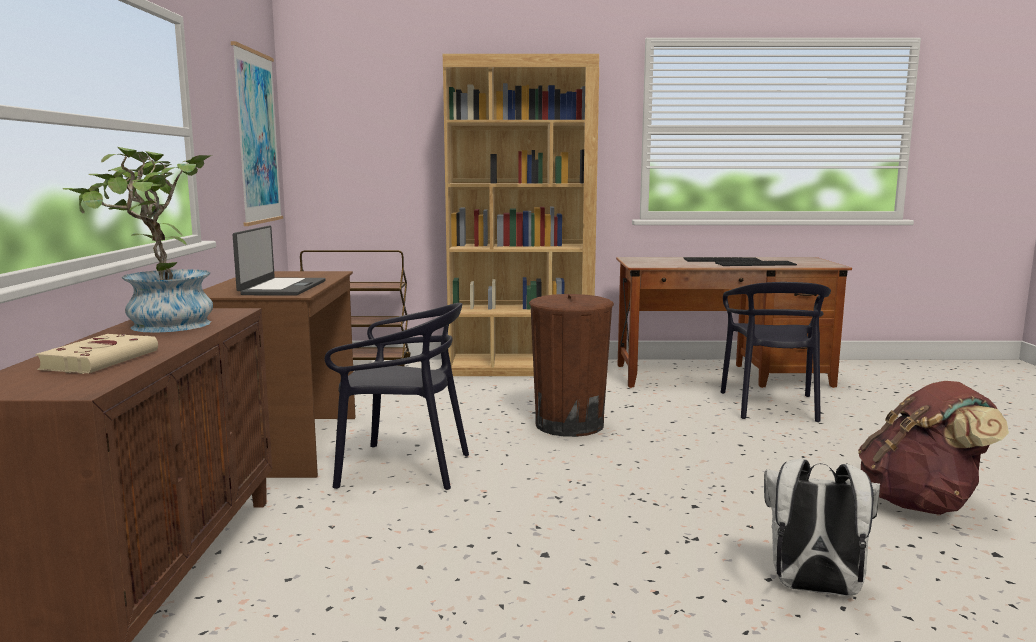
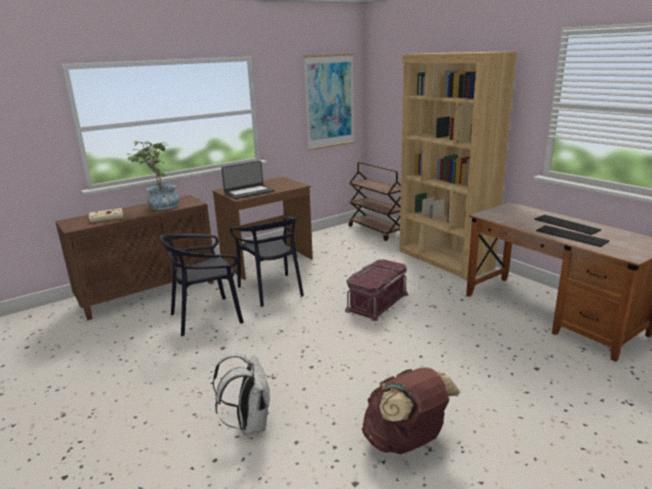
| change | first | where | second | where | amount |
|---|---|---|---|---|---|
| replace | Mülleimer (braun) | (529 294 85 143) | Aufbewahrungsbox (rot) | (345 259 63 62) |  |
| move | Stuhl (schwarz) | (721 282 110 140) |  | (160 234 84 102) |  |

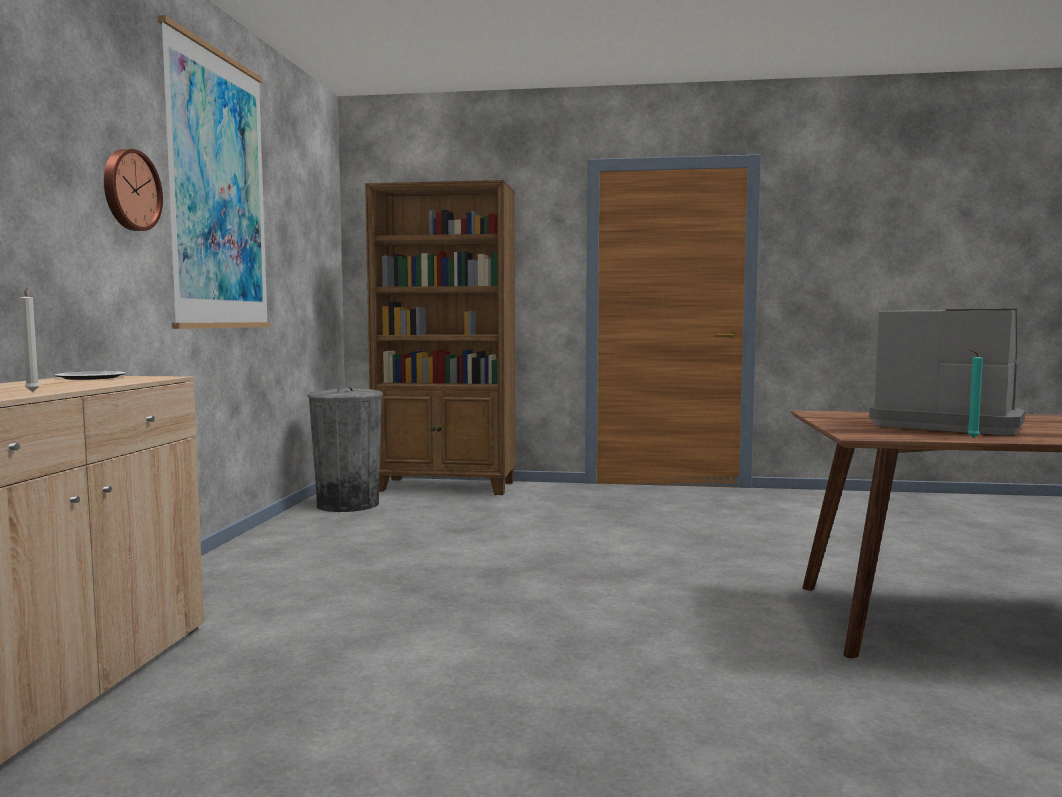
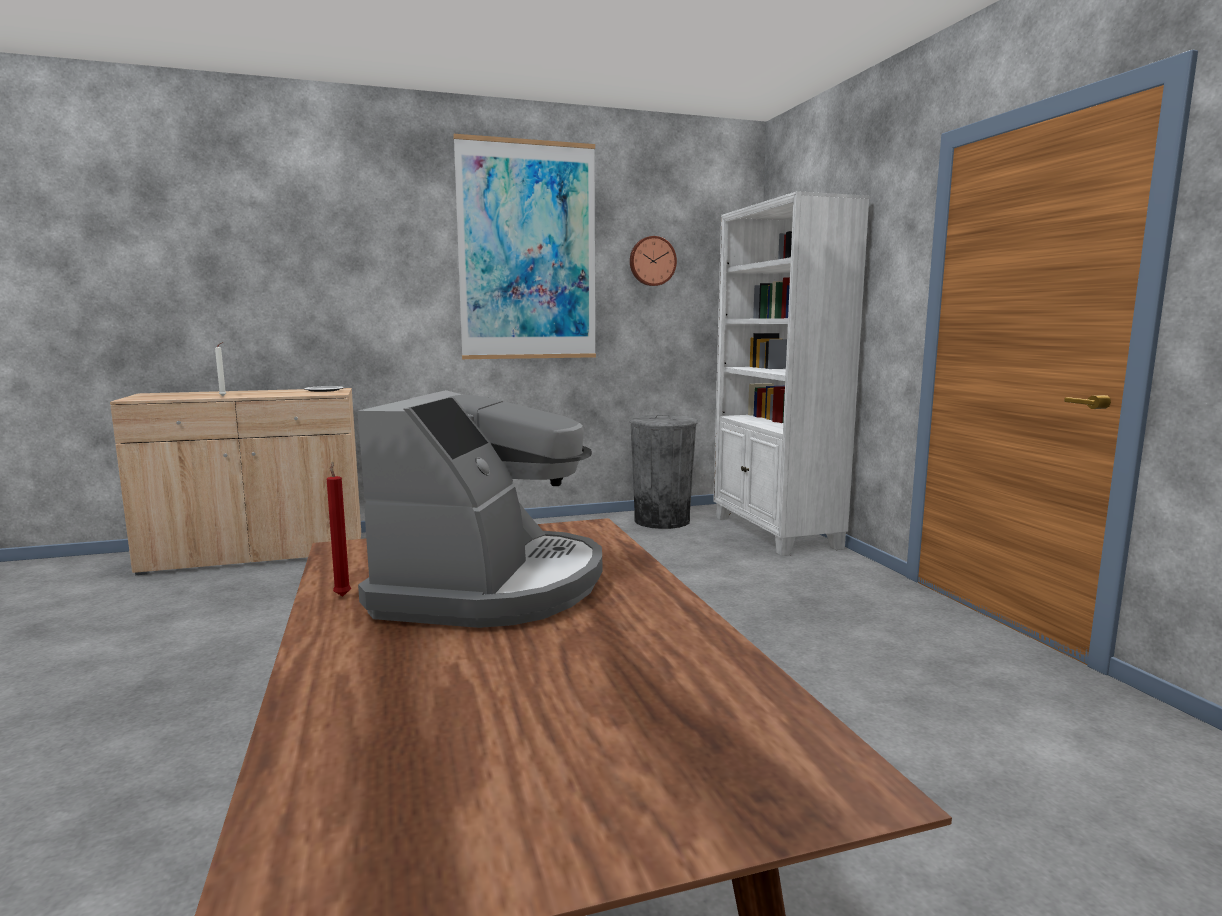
| change | first | where | second | where | amount |
|---|---|---|---|---|---|
| move | Wanduhr | (104 149 59 82) |  | (630 236 47 50) |  |
| recolor | Bücherregal (braun) | (365 180 150 315) | Bücherregal (weiß) | (713 191 157 365) |  |
| recolor | Kerze (türkis) | (967 349 16 89) | Kerze (rot) | (327 461 24 135) |  |

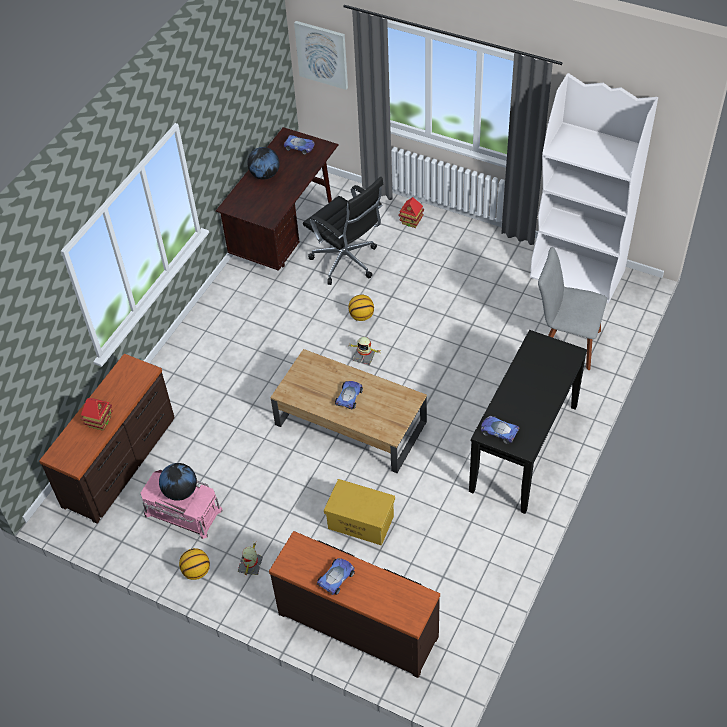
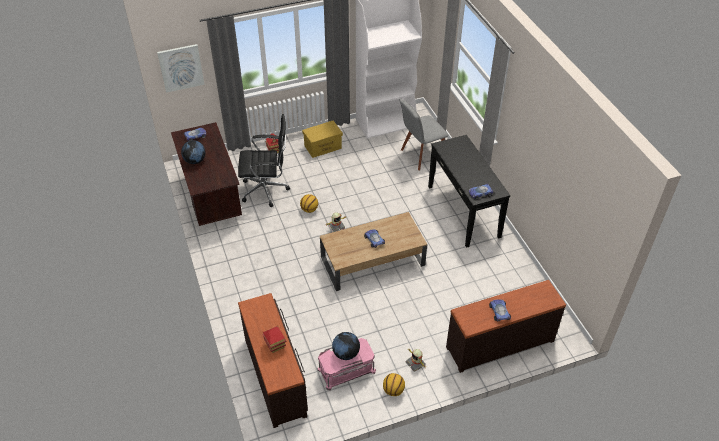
| change | first | where | second | where | amount |
|---|---|---|---|---|---|
| move | Aufbewahrungsbox (gelb) | (324 479 71 67) |  | (302 121 41 37) |  |

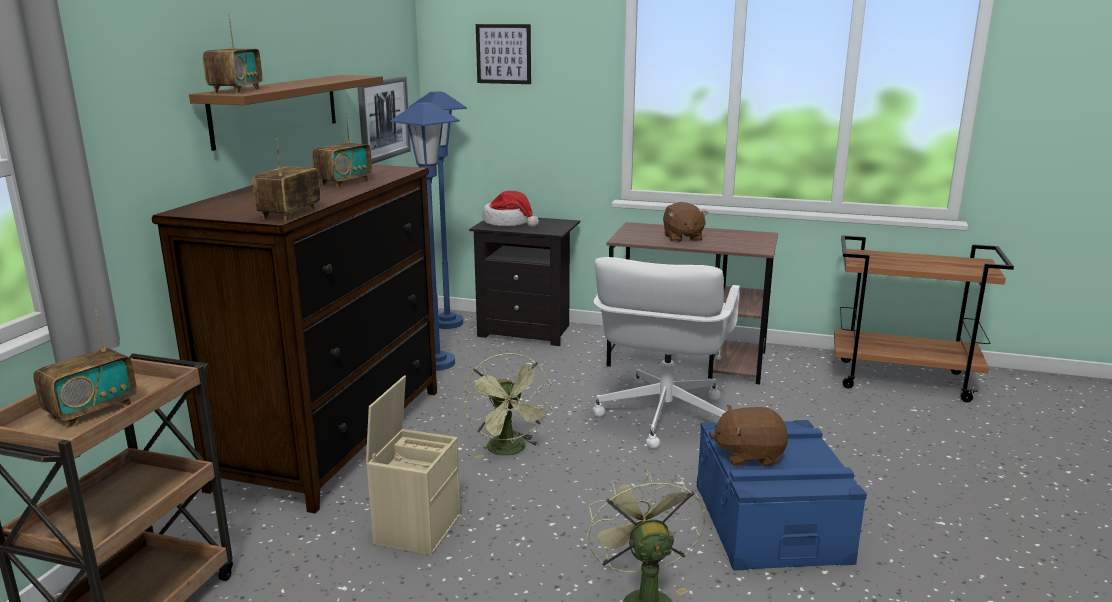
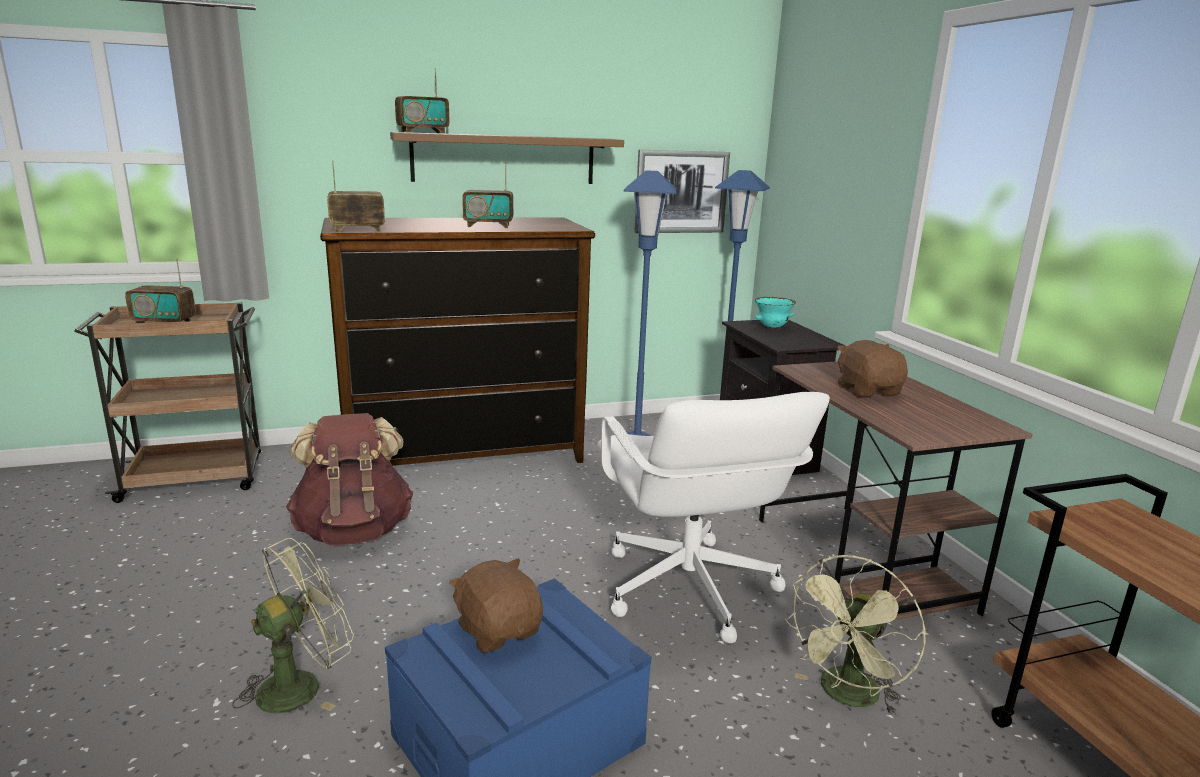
| change | first | where | second | where | amount |
|---|---|---|---|---|---|
| replace | Aufbewahrungsbox (beige) | (366 375 95 181) | Rucksack (braun) | (286 413 127 132) |  |
| move | Ventilator (grün) | (463 353 90 106) |  | (785 555 141 161) |  |
| delete | Bild | (476 24 55 60) |  |  |  |
| replace | Hut | (483 191 56 36) | Schüssel (türkis) | (755 297 41 32) |  |
| rotate | Bürostuhl (weiß) | (593 257 147 192) |  | (597 392 233 252) | 90 degrees counterclockwise |
| rotate | Plüschtier (braun) | (663 202 45 41) |  | (837 340 71 58) | 120 degrees clockwise |

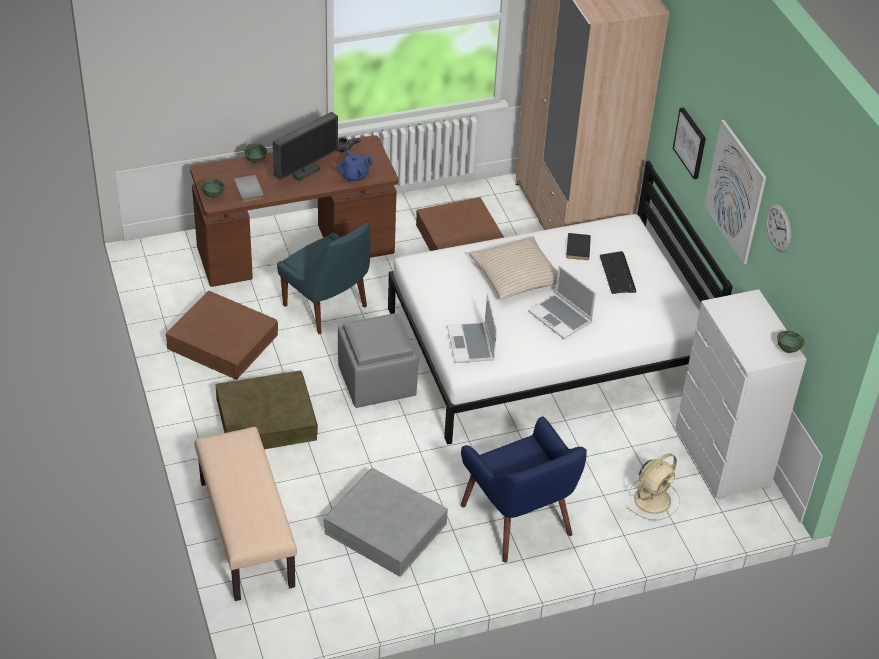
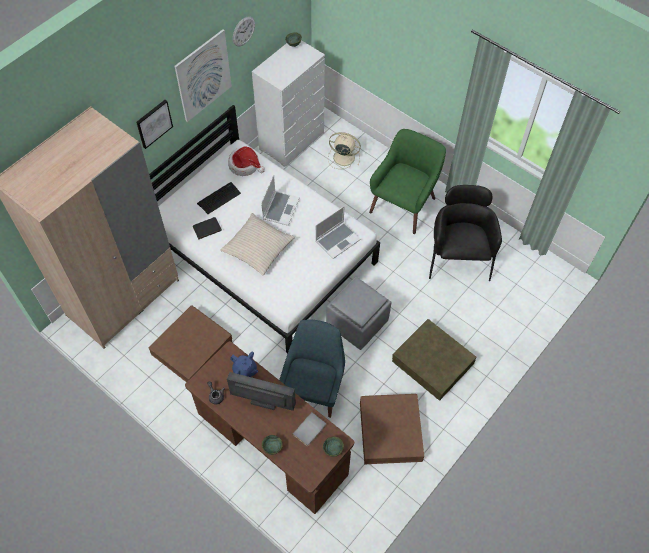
| change | first | where | second | where | amount |
|---|---|---|---|---|---|
| delete | Bank (beige) | (194 427 103 174) |  |  |  |
| replace | Aufbewahrungsbox (grau) | (323 468 125 109) | Sessel (schwarz) | (429 185 73 96) |  |
| recolor | Sessel (blau) | (461 416 126 147) | Sessel (grün) | (369 129 77 105) |  |
| insert |  |  | Hut | (228 146 37 30) |  |

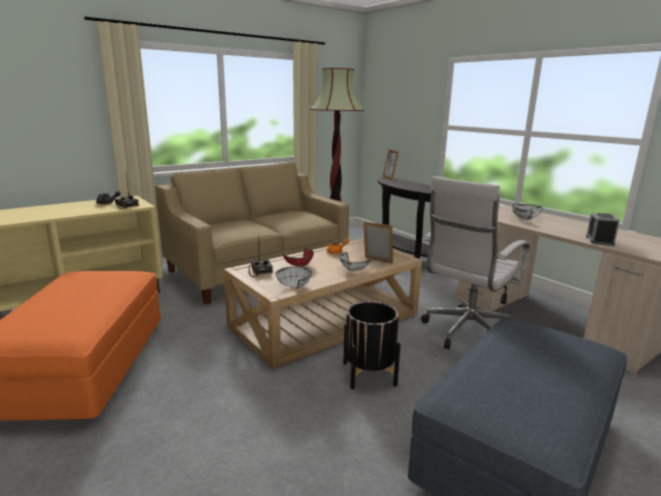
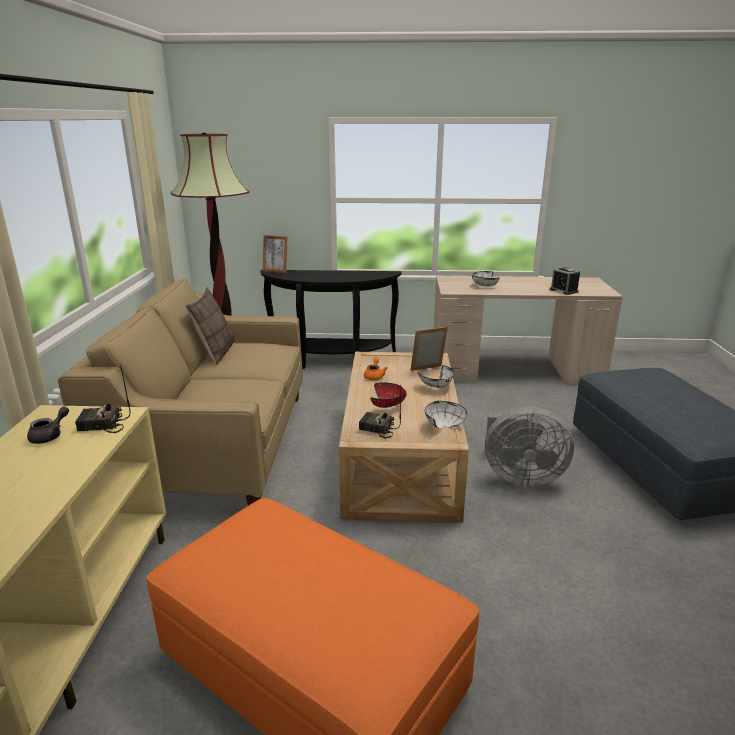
| change | first | where | second | where | amount |
|---|---|---|---|---|---|
| replace | Pflanzkübel (schwarz) | (343 301 58 88) | Ventilator (grau) | (485 407 89 79) |  |
| delete | Bürostuhl (weiß) | (421 176 109 173) |  |  |  |
| insert |  |  | Kissen | (185 287 50 78) |  |

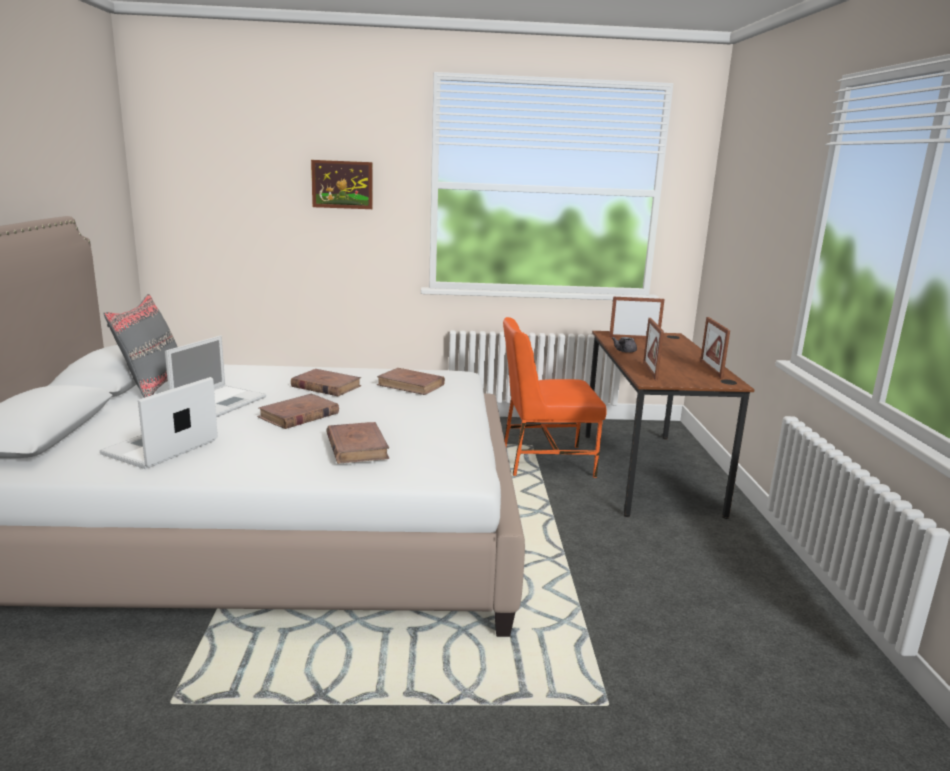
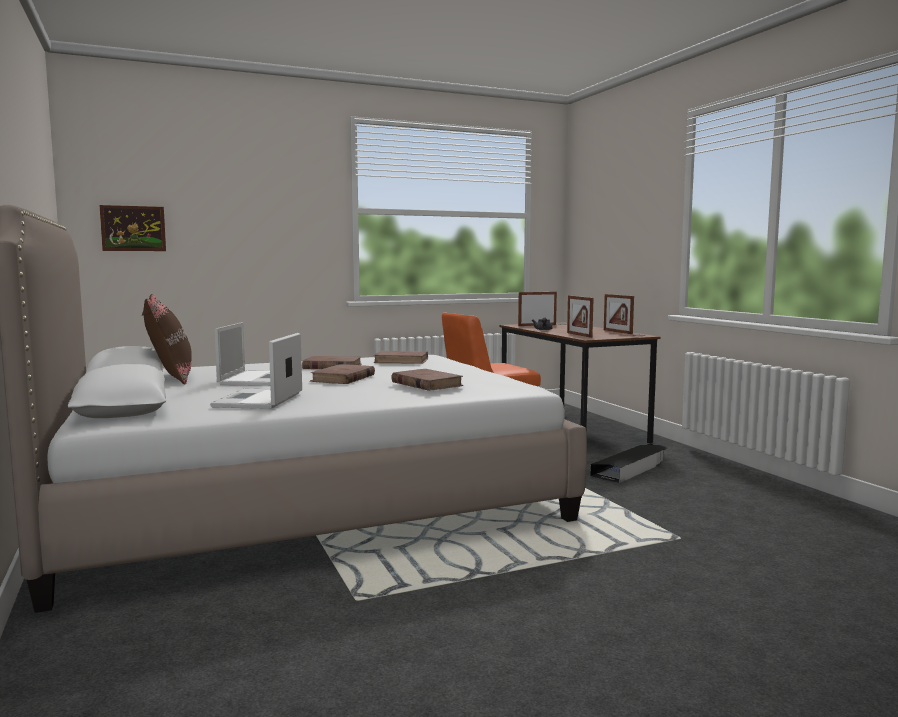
| change | first | where | second | where | amount |
|---|---|---|---|---|---|
| recolor | Kissen (grau) | (104 294 73 104) | Kissen (braun) | (142 294 50 91) |  |
| move | Bild | (311 160 62 49) |  | (99 205 67 46) |  |
| insert |  |  | Aufbewahrungsbox (schwarz) | (590 445 77 38) |  |

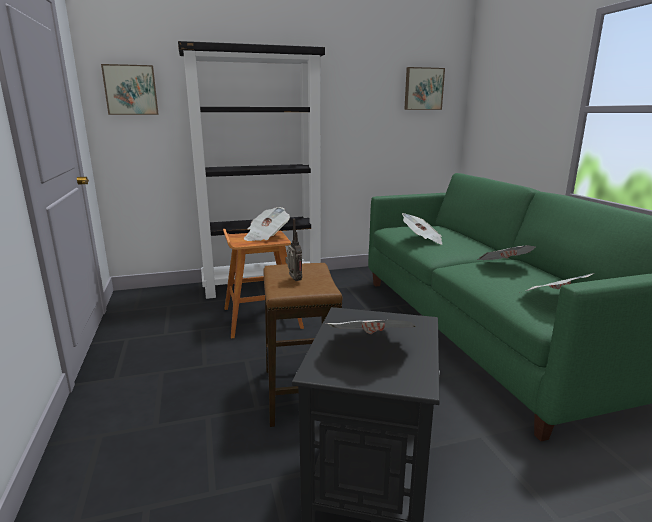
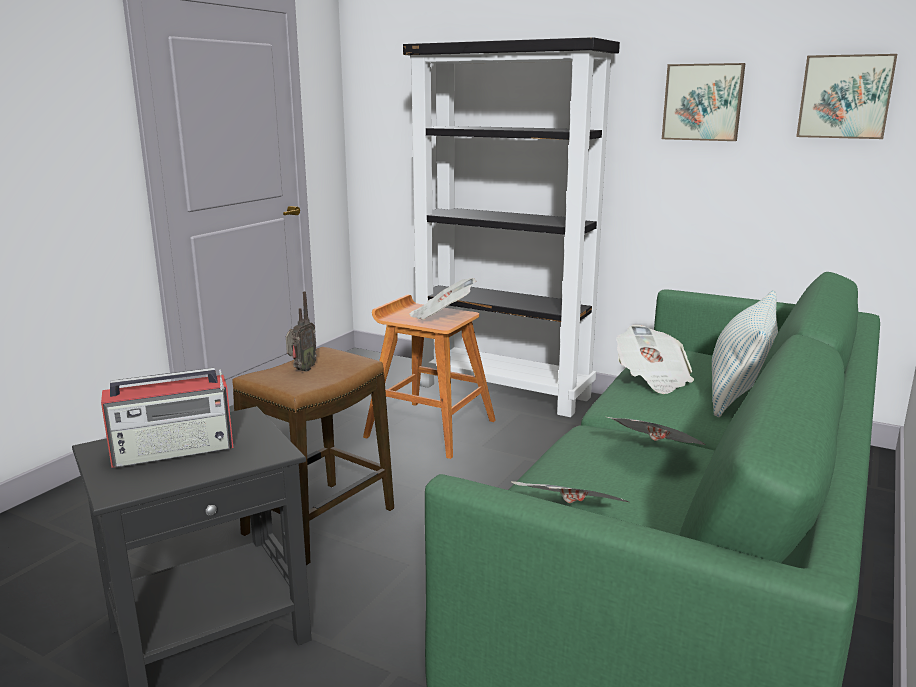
| change | first | where | second | where | amount |
|---|---|---|---|---|---|
| move | Bild | (101 64 58 51) |  | (662 63 84 78) |  |
| replace | Zeitung | (326 320 90 14) | Radio | (101 368 132 100) |  |
| insert |  |  | Kissen | (712 290 66 127) |  |

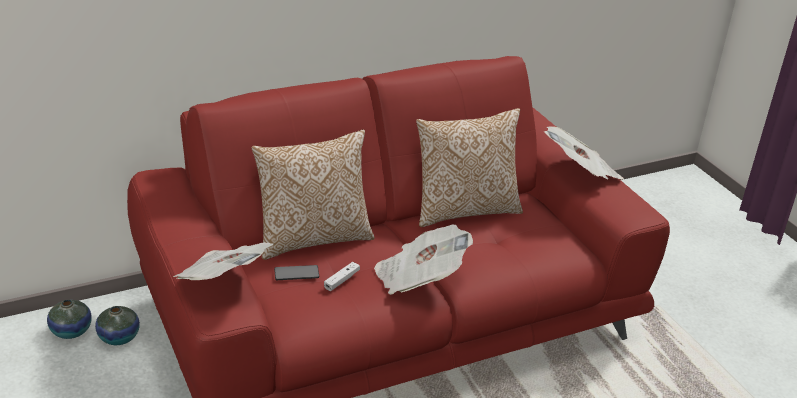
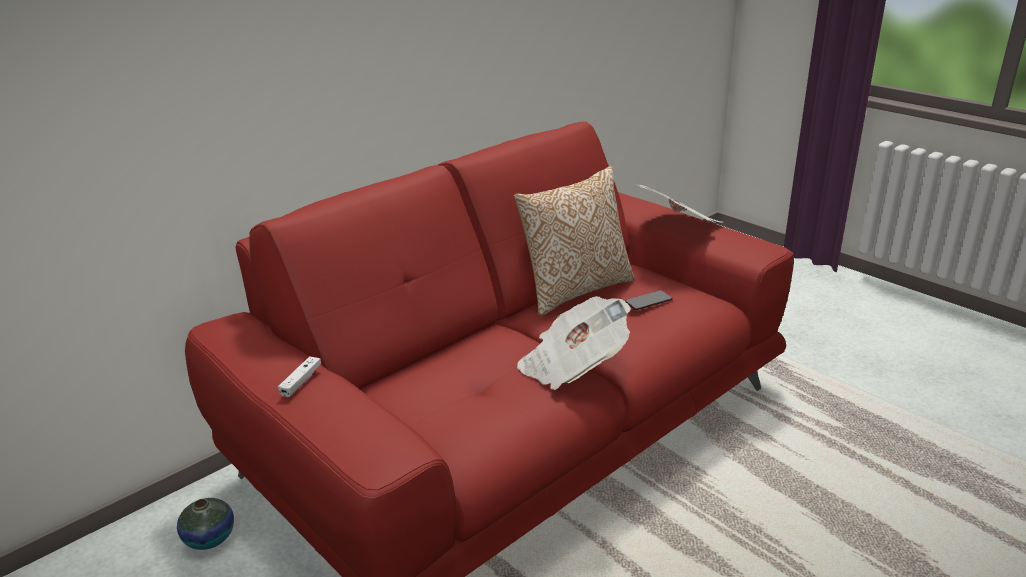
| change | first | where | second | where | amount |
|---|---|---|---|---|---|
| delete | Vase | (47 300 45 39) |  |  |  |
| delete | Zeitung | (173 242 101 38) |  |  |  |
| delete | Kissen | (251 130 124 130) |  |  |  |
| move | Handy | (274 265 45 15) |  | (625 290 48 20) |  |
| move | Gamepad (weiß) | (324 262 36 29) |  | (278 356 43 41) |  |

